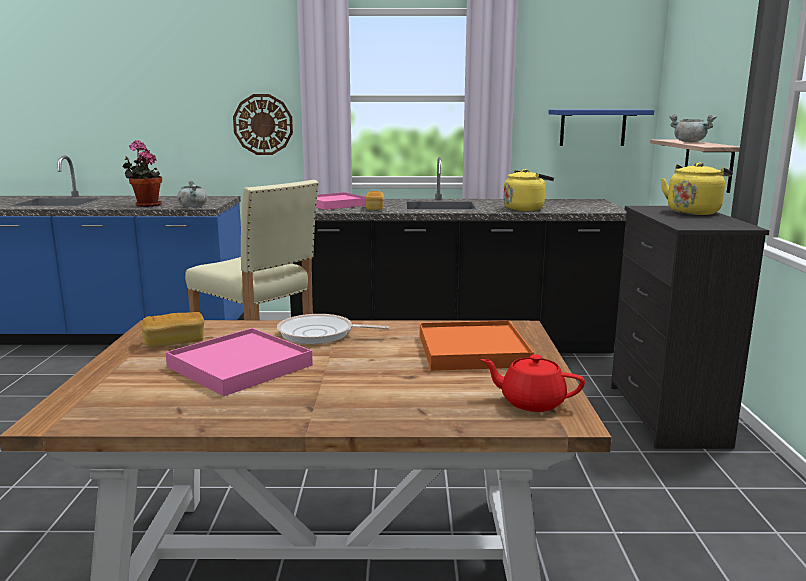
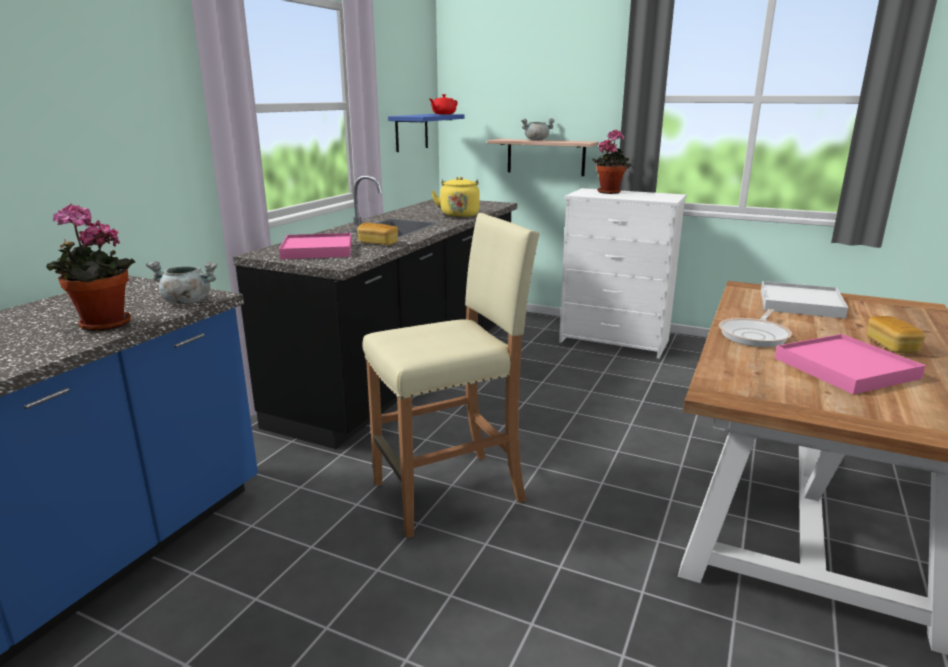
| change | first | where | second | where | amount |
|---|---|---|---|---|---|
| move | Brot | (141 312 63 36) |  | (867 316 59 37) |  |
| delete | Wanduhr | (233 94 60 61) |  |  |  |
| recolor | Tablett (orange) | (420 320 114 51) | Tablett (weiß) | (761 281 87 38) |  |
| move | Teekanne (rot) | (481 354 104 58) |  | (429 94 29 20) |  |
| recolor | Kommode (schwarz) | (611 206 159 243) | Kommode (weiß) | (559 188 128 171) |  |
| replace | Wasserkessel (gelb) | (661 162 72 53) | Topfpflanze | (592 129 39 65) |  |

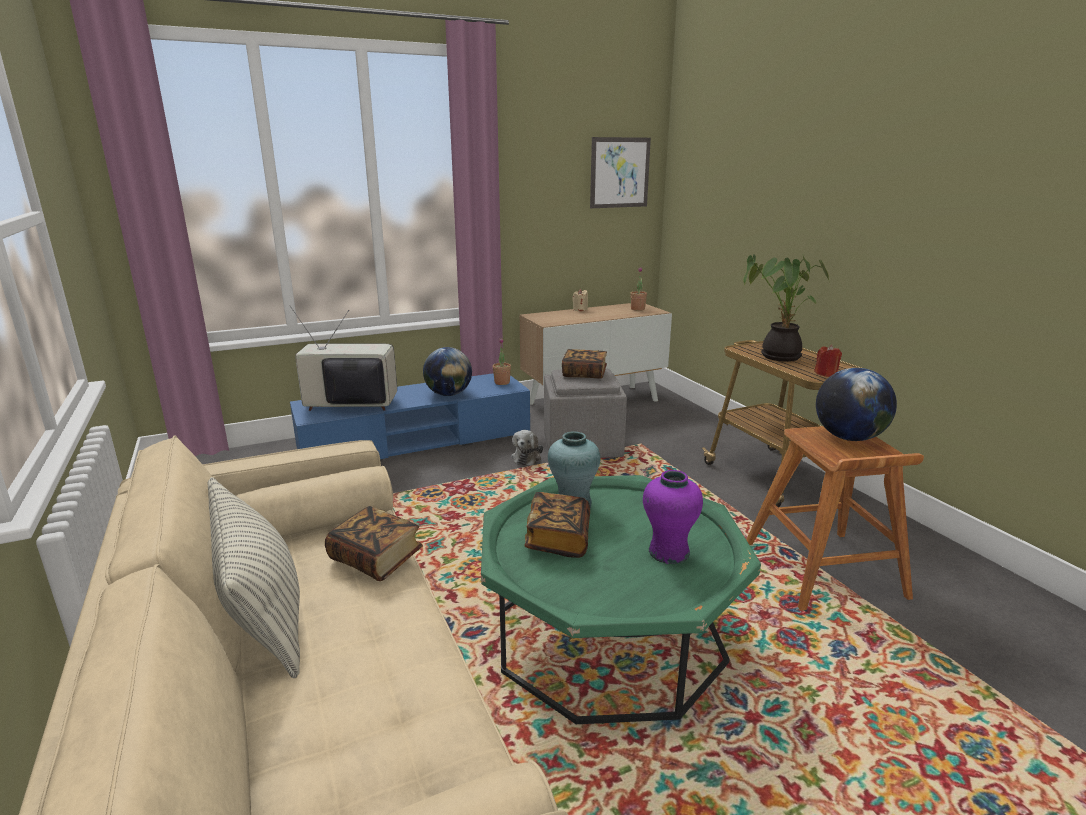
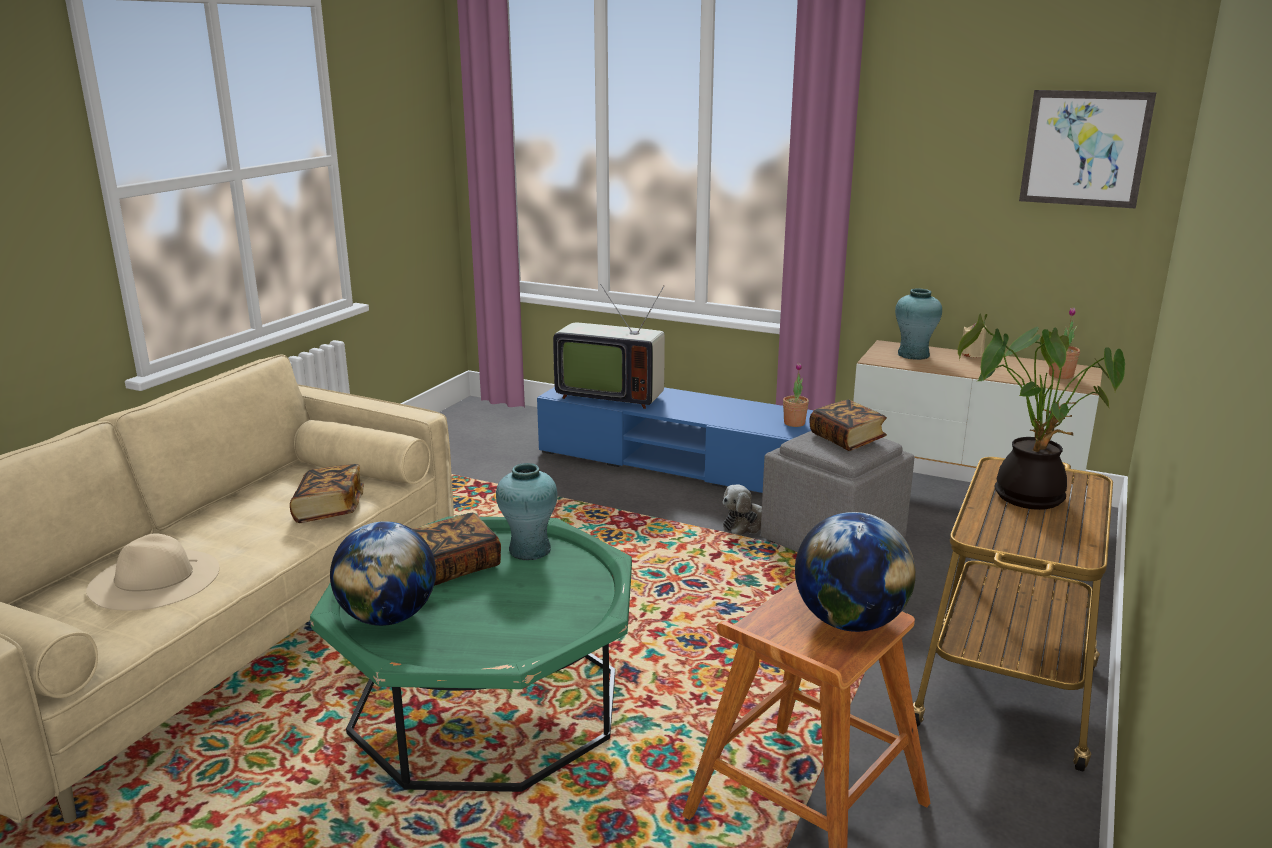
| change | first | where | second | where | amount |
|---|---|---|---|---|---|
| delete | Kissen | (208 477 92 201) |  |  |  |
| rotate | Fernseher | (290 306 107 105) |  | (553 284 112 125) | 150 degrees clockwise |
| move | Globus | (423 347 49 49) |  | (330 521 106 105) |  |
| delete | Vase (lila) | (643 470 60 94) |  |  |  |
| delete | Kerze (rot) | (814 345 28 32) |  |  |  |
| insert |  |  | Hut (beige) | (86 533 133 78) |  |
| insert |  |  | Vase (türkis) | (895 288 47 72) |  |

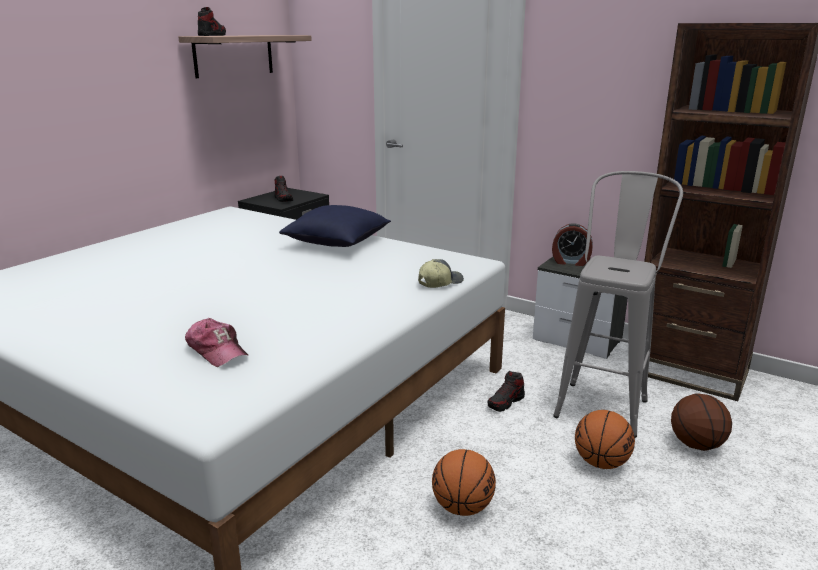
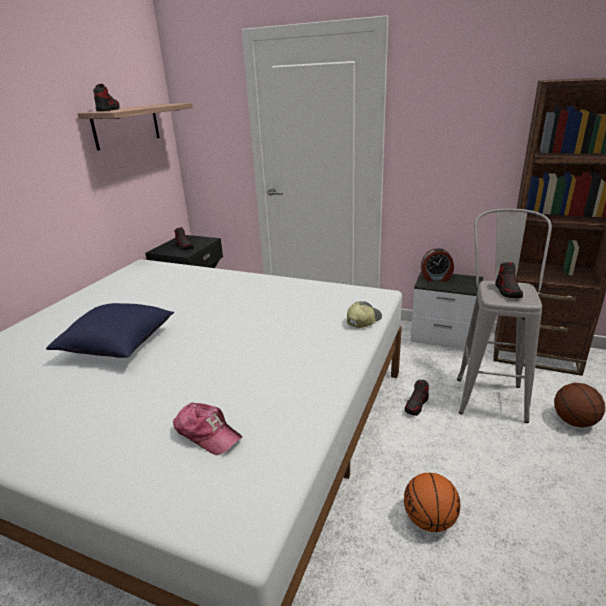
| change | first | where | second | where | amount |
|---|---|---|---|---|---|
| move | Kissen (blau) | (279 205 112 42) |  | (46 303 128 55) |  |
| delete | Basketball | (575 410 60 59) |  |  |  |
| insert |  |  | Schuh | (495 262 28 36) |  |

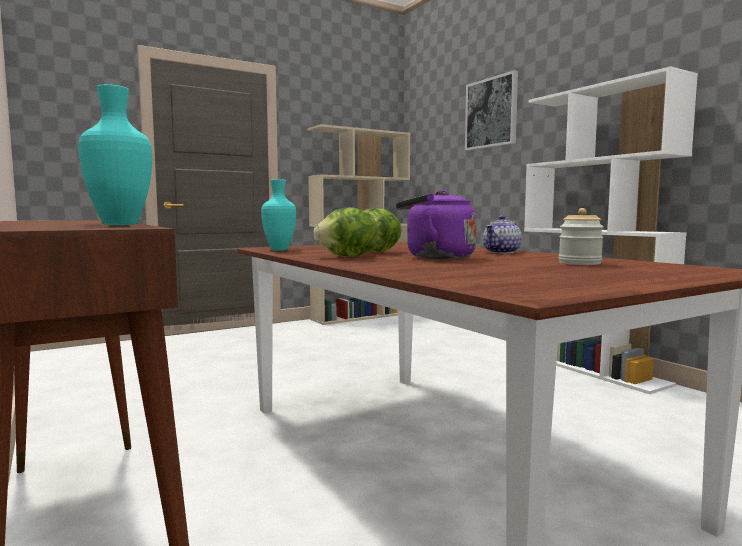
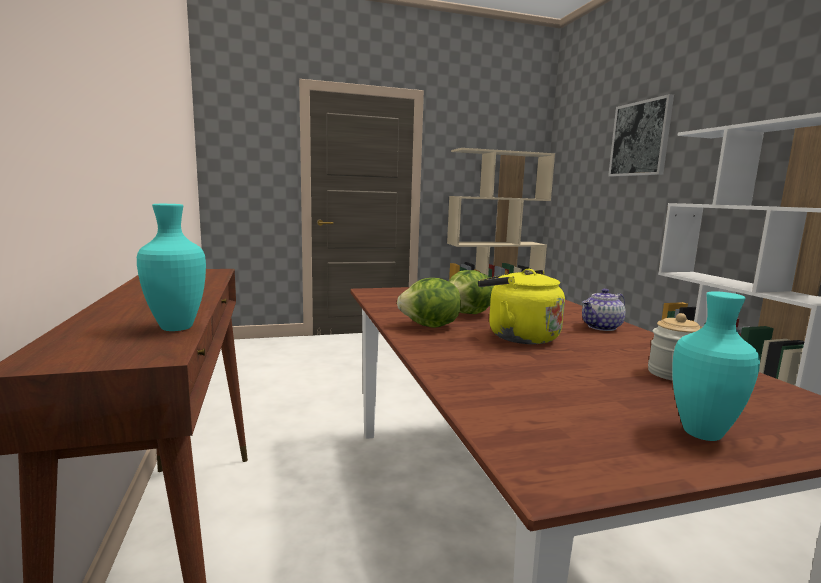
| change | first | where | second | where | amount |
|---|---|---|---|---|---|
| move | Vase (türkis) | (261 179 35 72) |  | (672 291 88 150) |  |
| recolor | Wasserkessel (lila) | (396 190 81 69) | Wasserkessel (gelb) | (478 269 87 75) |  |

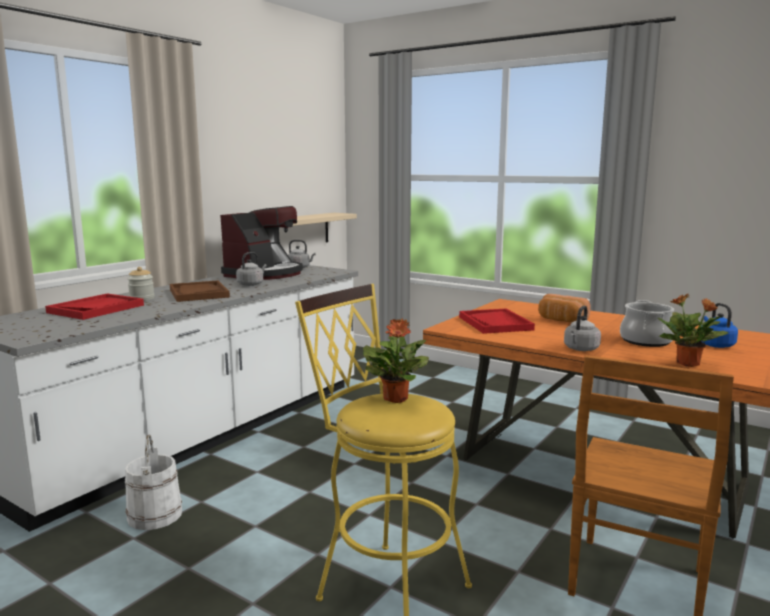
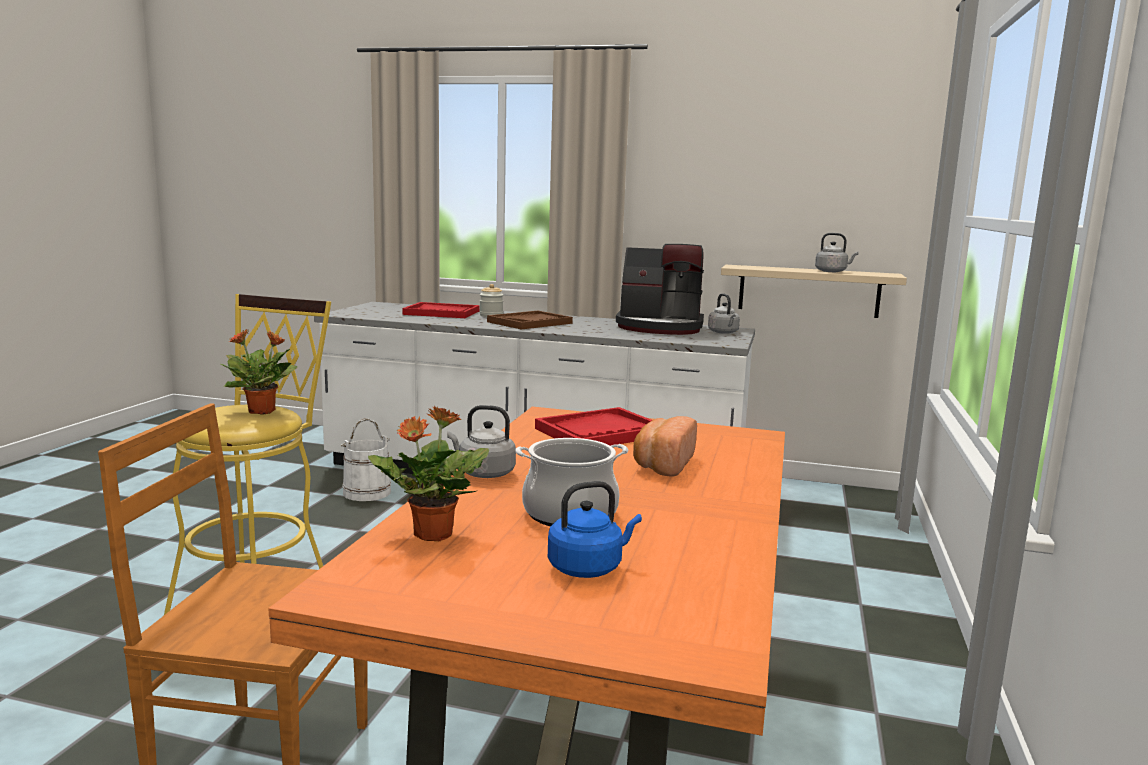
| change | first | where | second | where | amount |
|---|---|---|---|---|---|
| move | Wasserkessel (grau) | (236 252 31 34) |  | (815 233 44 39) |  |

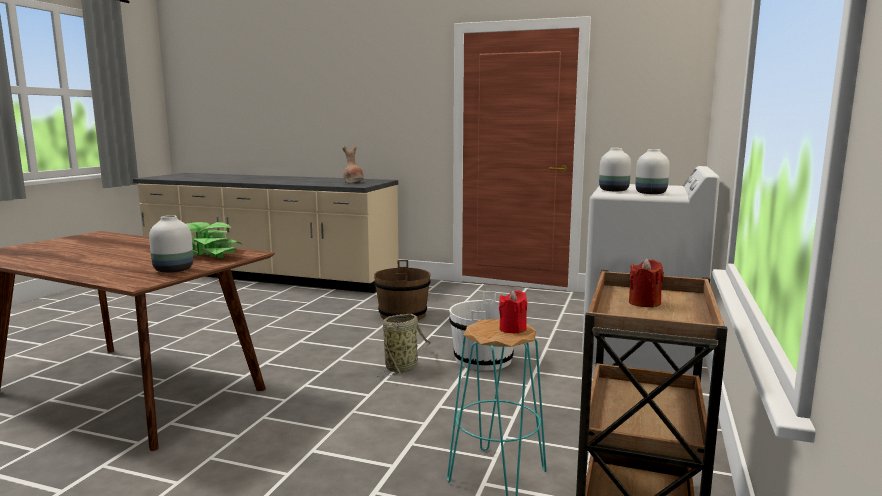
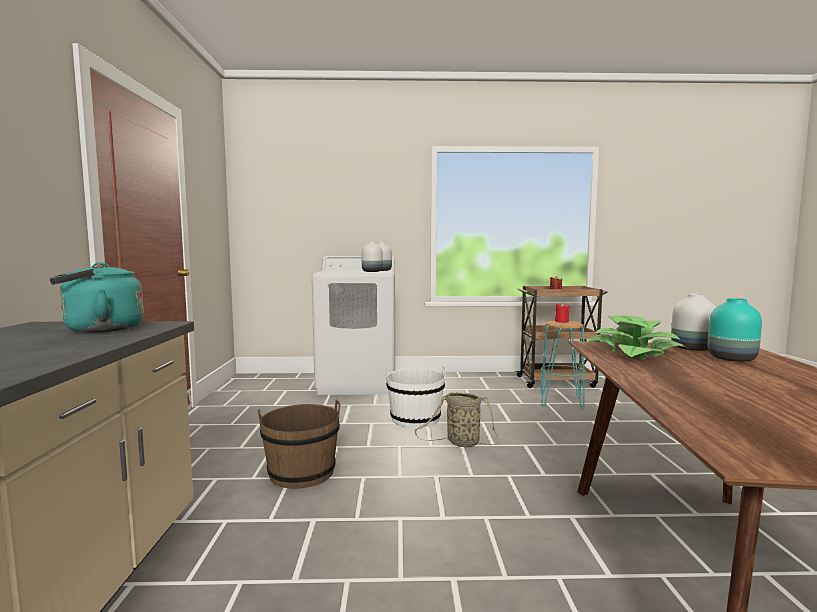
| change | first | where | second | where | amount |
|---|---|---|---|---|---|
| replace | Vase (braun) | (342 146 22 37) | Wasserkessel (türkis) | (49 262 95 71) |  |
| insert |  |  | Vase (türkis) | (708 298 54 64) |  |

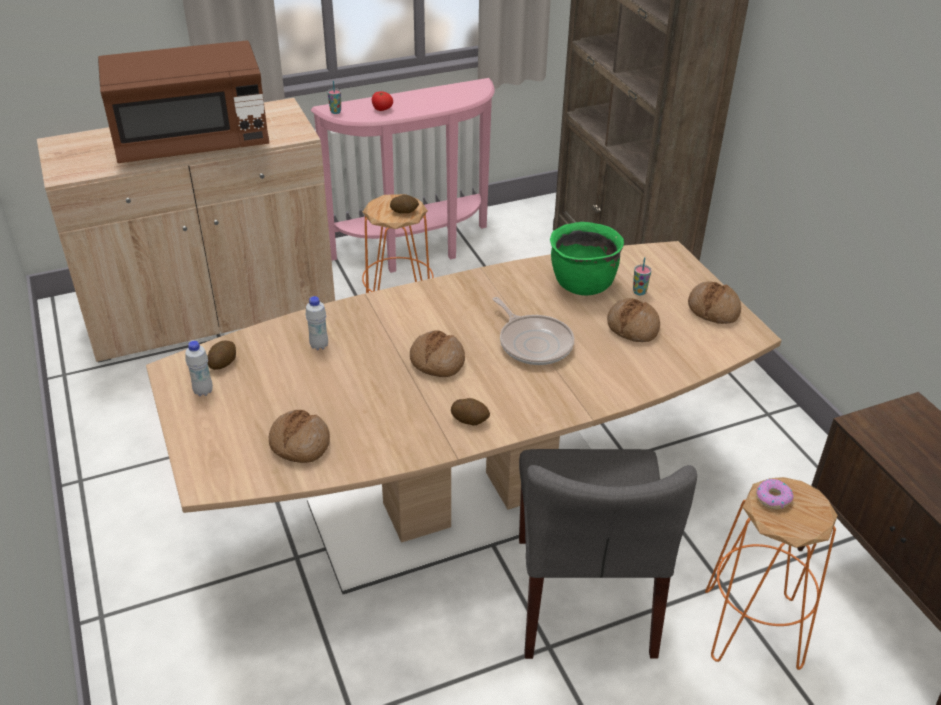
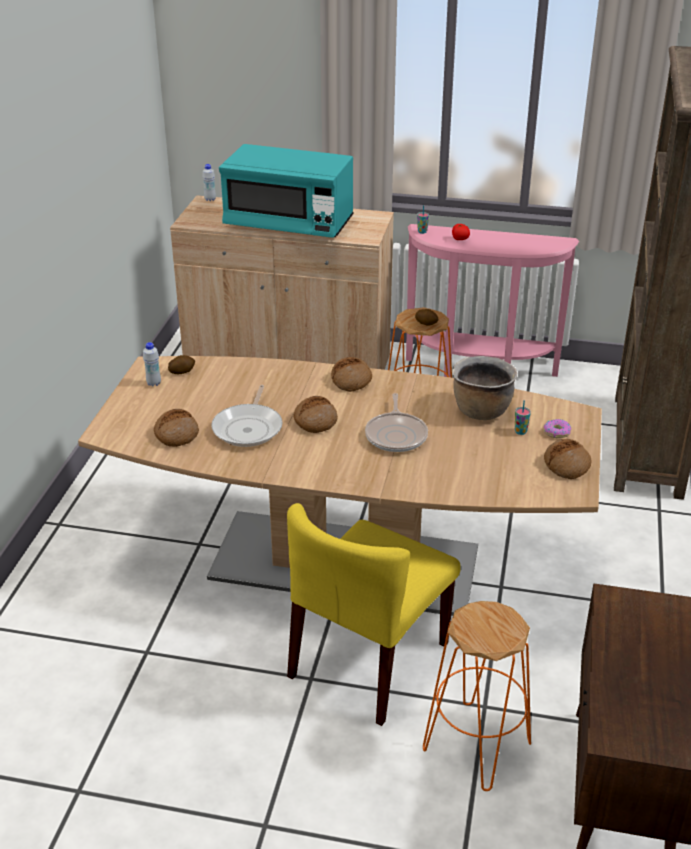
| change | first | where | second | where | amount |
|---|---|---|---|---|---|
| recolor | Mikrowelle (braun) | (98 41 171 122) | Mikrowelle (türkis) | (219 144 135 94) |  |
| move | Flasche (weiß) | (306 296 22 54) |  | (202 164 14 37) |  |
| delete | Kartoffel | (451 398 39 27) |  |  |  |
| recolor | Stuhl (grau) | (519 449 178 210) | Stuhl (gelb) | (287 503 174 223) |  |
| recolor | Kochtopf (grün) | (550 222 74 73) | Kochtopf (braun) | (452 356 65 64) |  |
| move | Brot | (607 298 53 44) |  | (331 357 41 35) |  |
| move | Donut | (756 479 38 30) |  | (543 419 28 19) |  |
| insert |  |  | Pfanne | (211 385 72 62) |  |

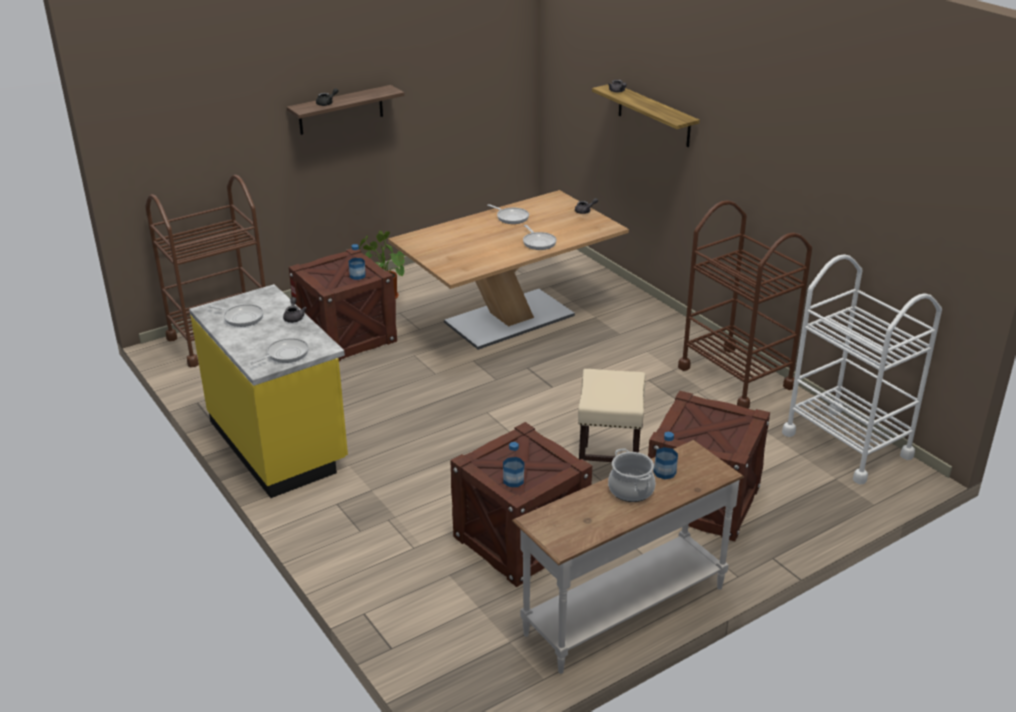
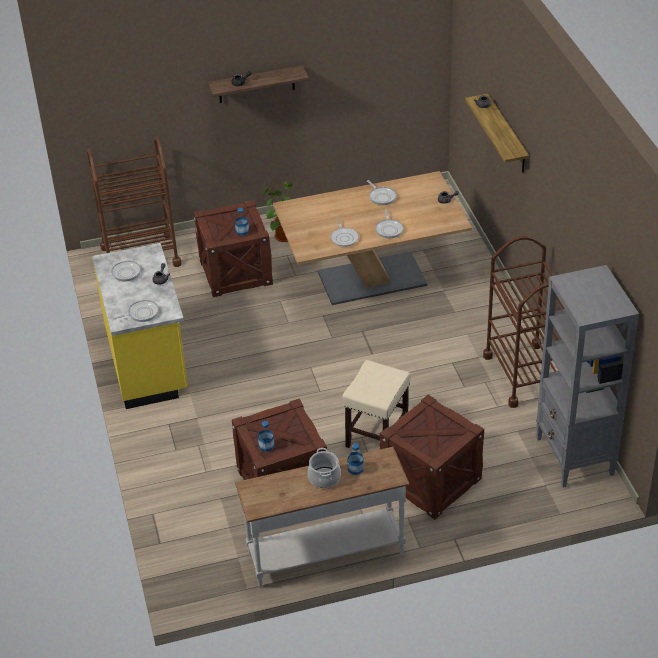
| change | first | where | second | where | amount |
|---|---|---|---|---|---|
| replace | Rollwagen (weiß) | (782 254 160 231) | Bücherregal (grau) | (536 265 103 222) |  |
| insert |  |  | Pfanne | (330 217 30 30) |  |

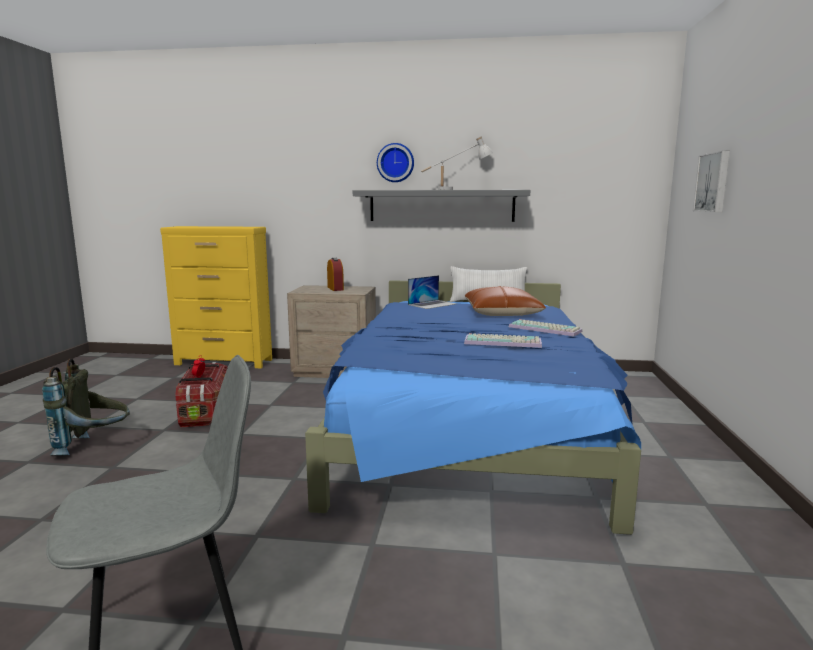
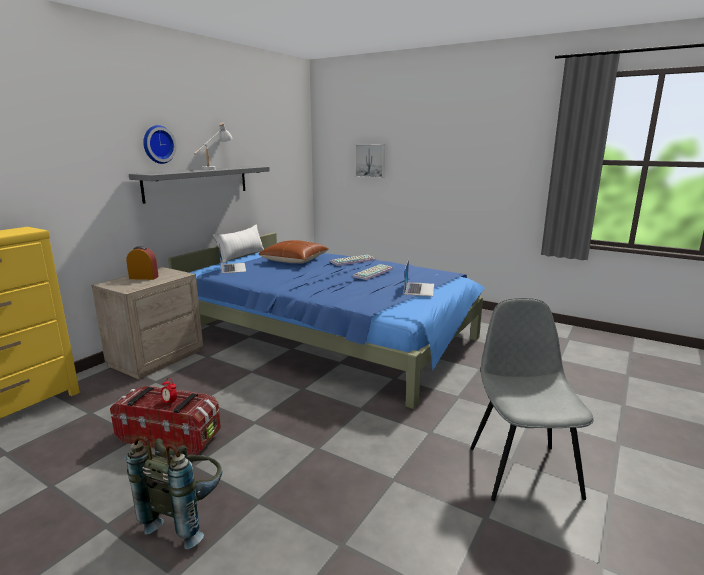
| change | first | where | second | where | amount |
|---|---|---|---|---|---|
| insert |  |  | Laptop | (404 259 30 37) |  |

